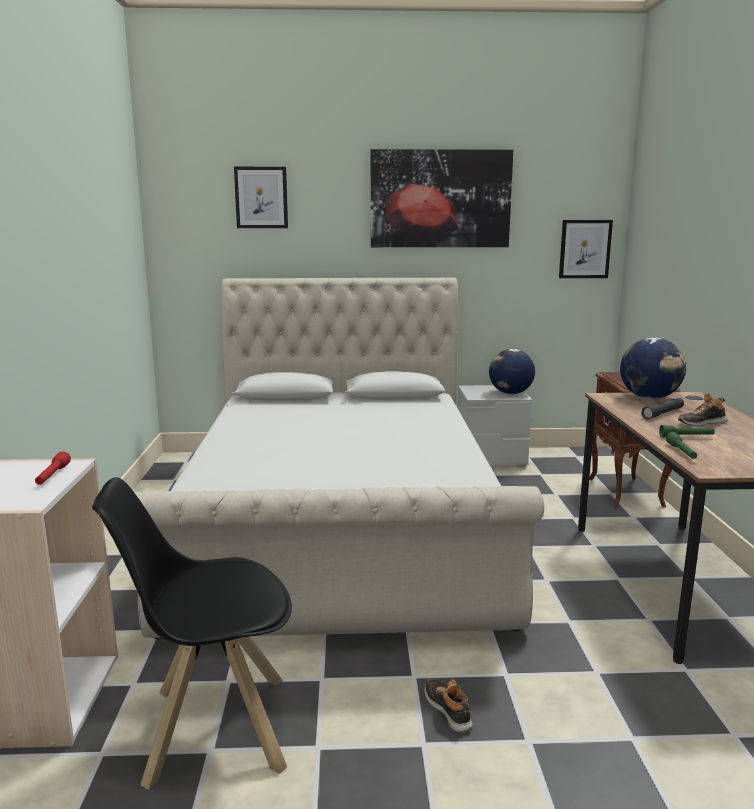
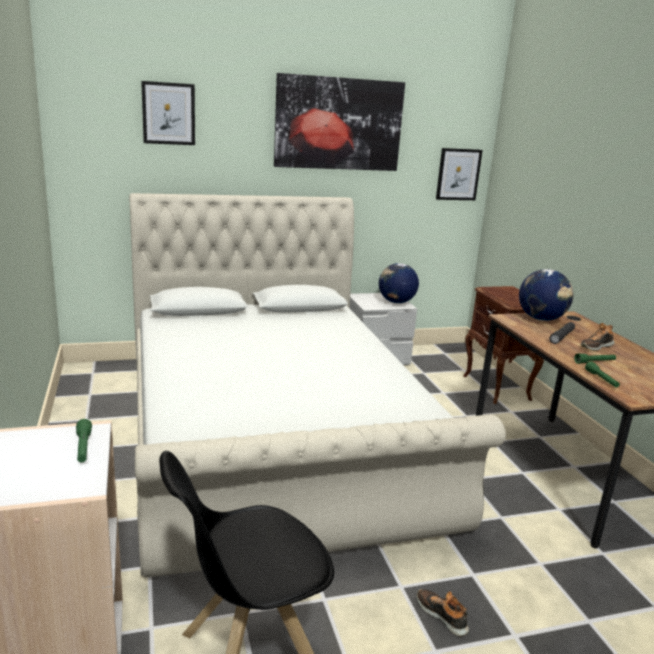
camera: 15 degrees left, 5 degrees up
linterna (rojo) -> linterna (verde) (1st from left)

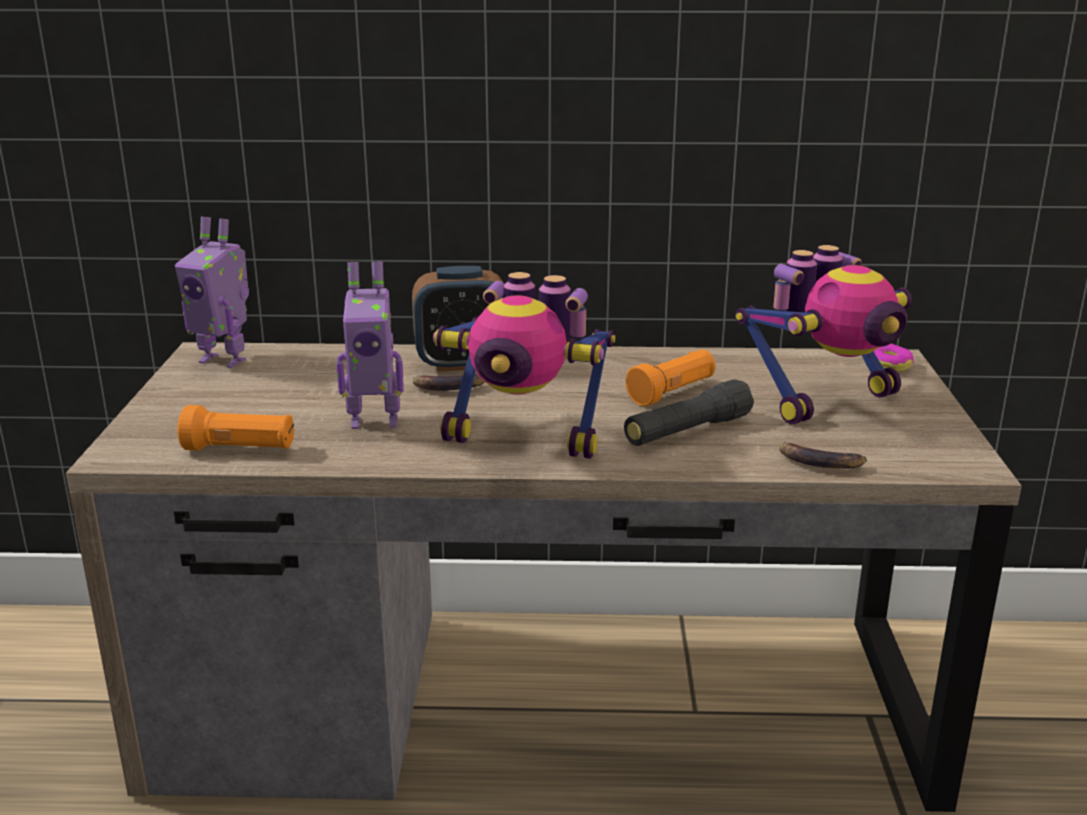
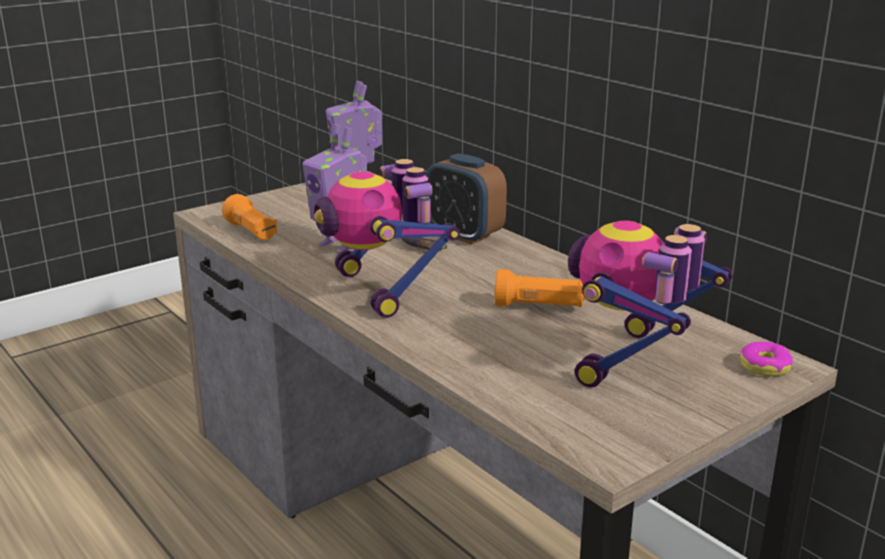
camera: 50 degrees right, 0 degrees up
linterna (negro) -> none
robot de juguete (4th from left), 105 degrees clockwise
plátano (2nd from left) -> none

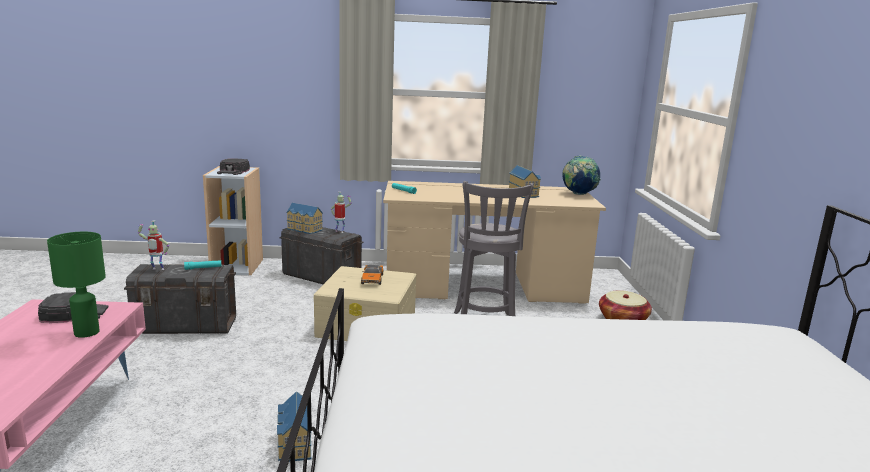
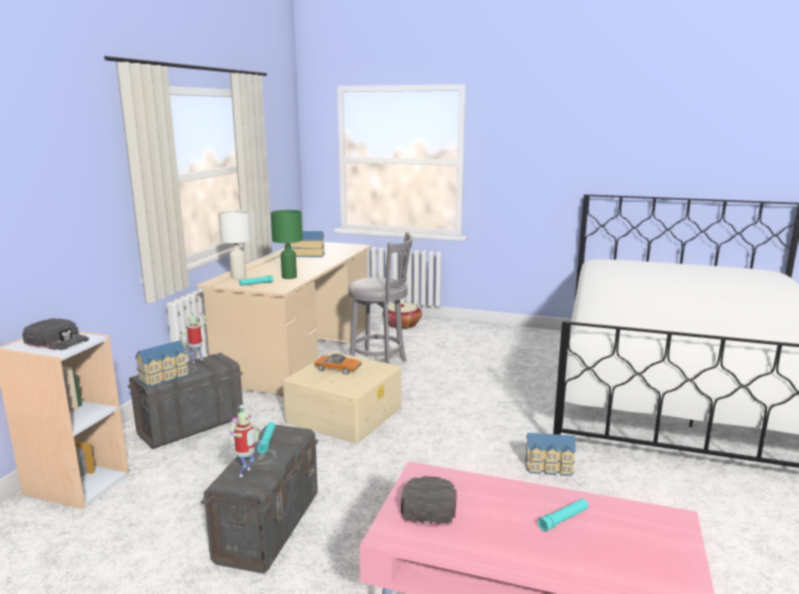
camera: 70 degrees left, 0 degrees up
lámpara de mesa (verde), move
globo terráqueo -> none
none -> lámpara de mesa (blanco)
none -> linterna (turquesa) (3rd from left)

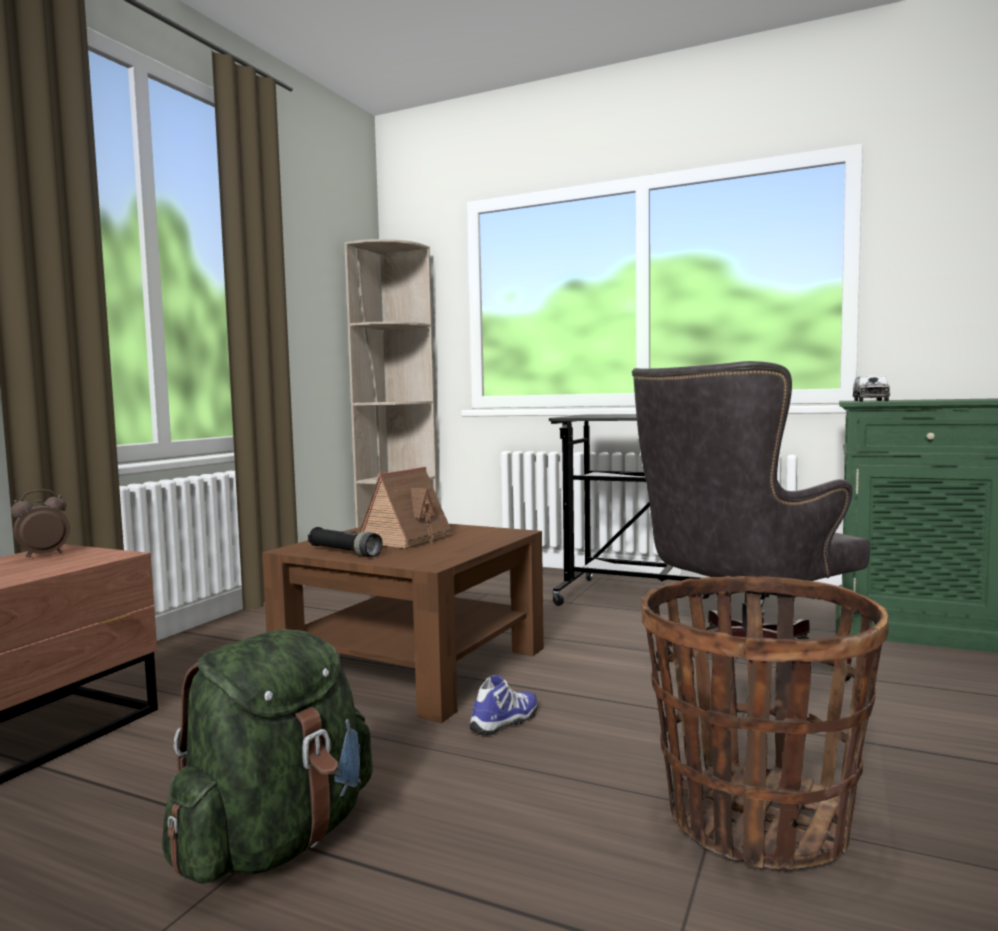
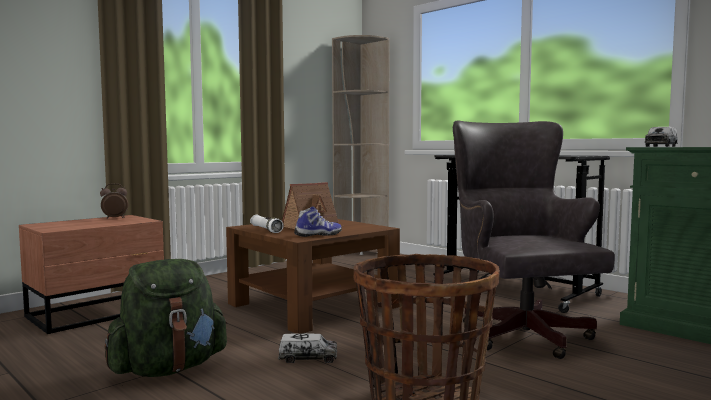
camera: 20 degrees right, 0 degrees up
linterna (negro) -> linterna (blanco)
zapato, move
silla de oficina (gris), 90 degrees clockwise
none -> camión de juguete (1st from left)

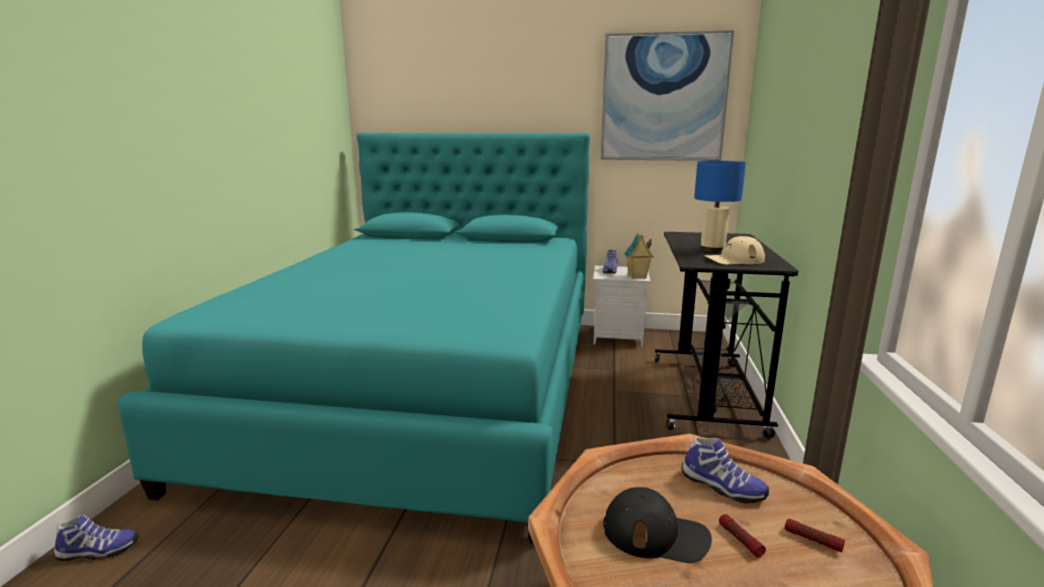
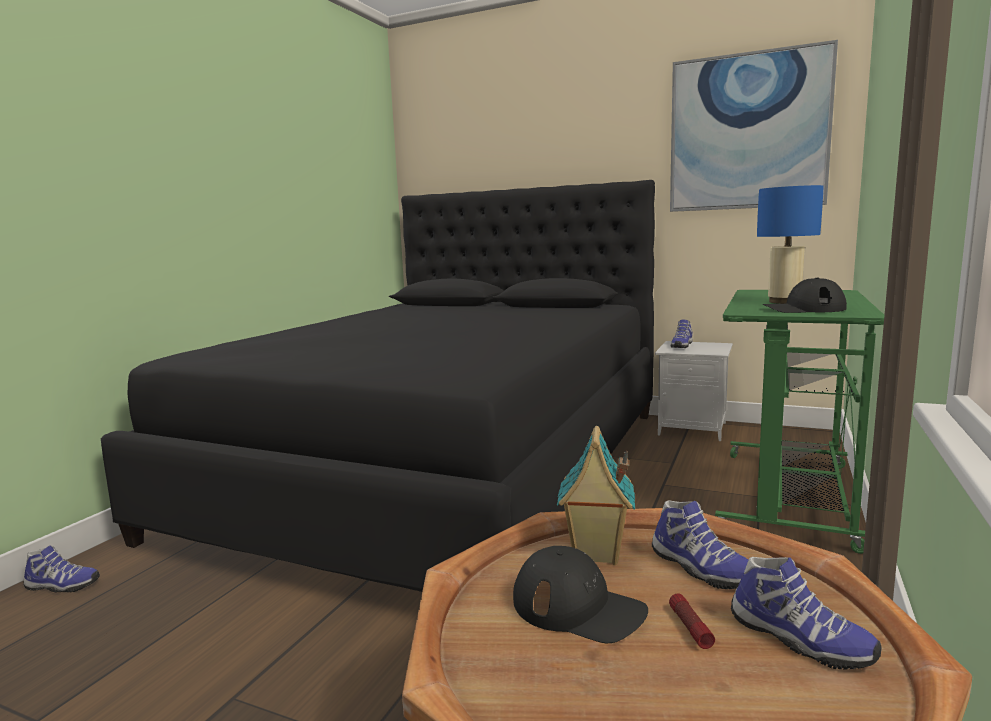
camera: 15 degrees right, 5 degrees down
cama (turquesa) -> cama (negro)
casita, move
escritorio (negro) -> escritorio (verde)
gorra (beis) -> gorra (negro) (2nd from left)
linterna (2nd from left) -> zapato (4th from left)

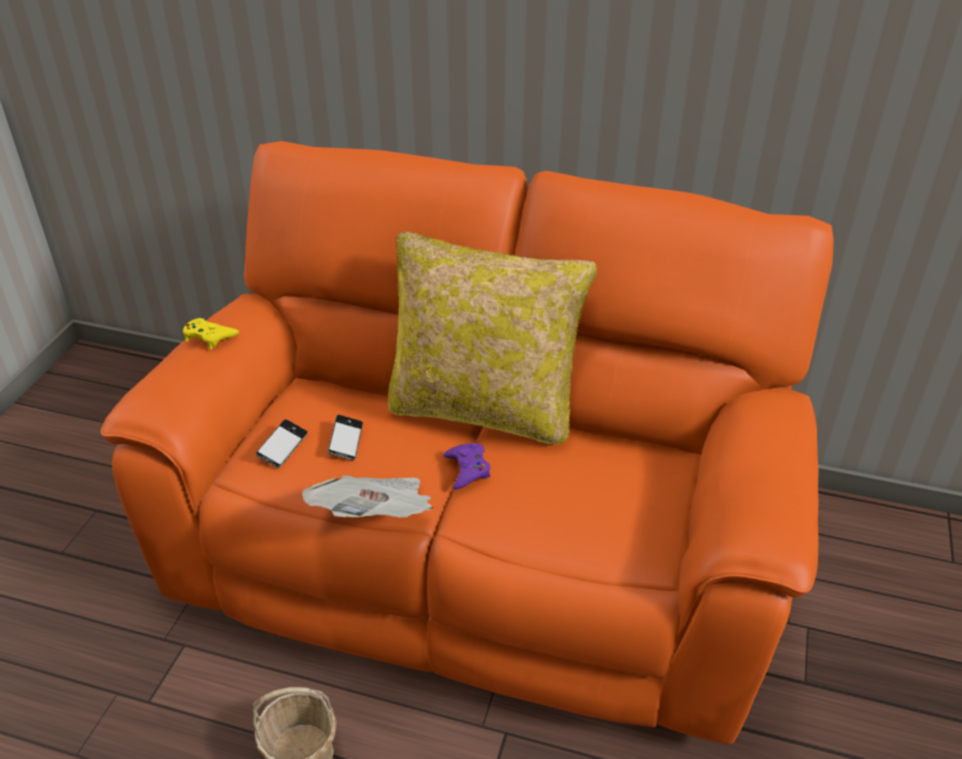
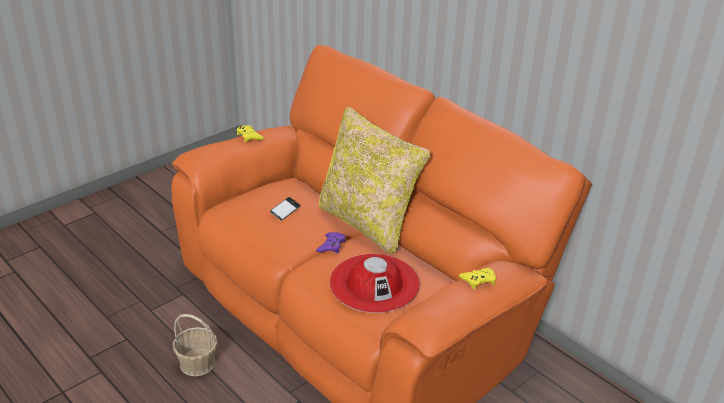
camera: 30 degrees right, 5 degrees down
móvil (1st from left) -> none
periódico -> none
none -> sombrero (rojo)
none -> mando de consola (amarillo) (2nd from left)

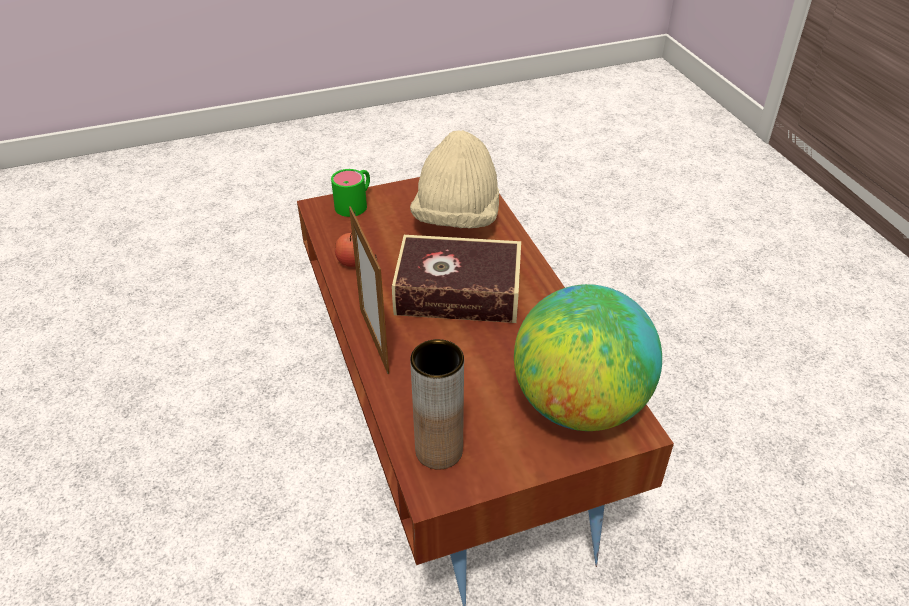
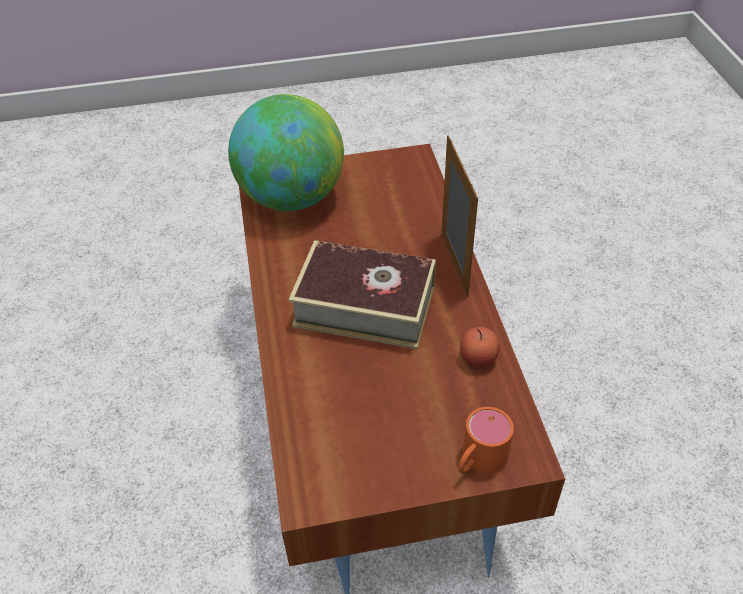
camera: 170 degrees left, 5 degrees up
taza grande (verde) -> taza grande (naranja)
sombrero (beis) -> none
florero (marrón) -> none

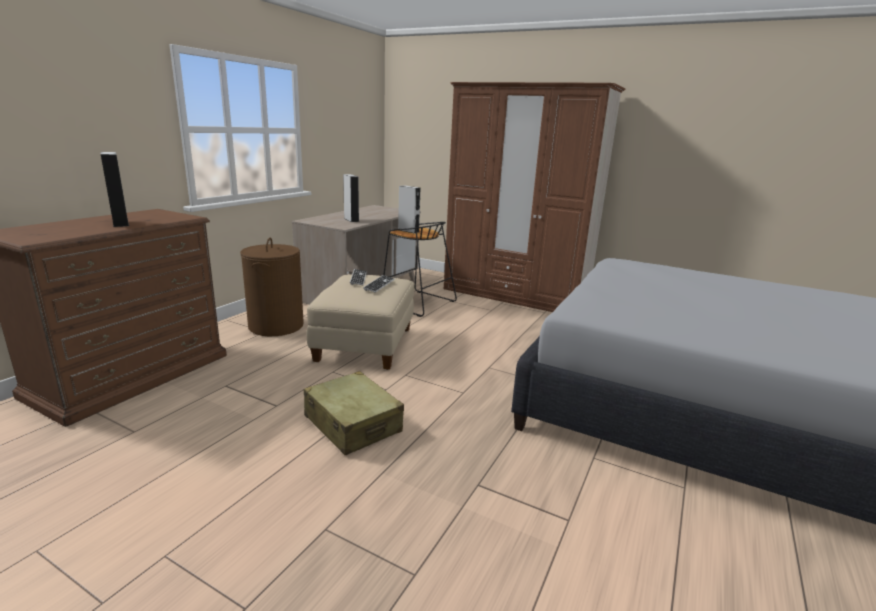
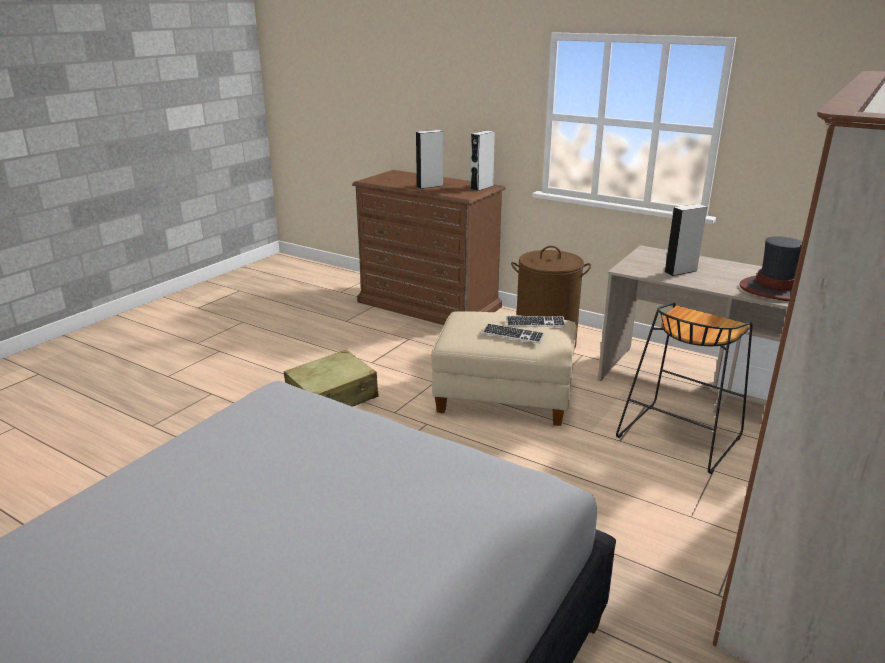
camera: 95 degrees right, 5 degrees up
altavoz (gris) (3rd from left in the first image) -> altavoz (gris) (2nd from left), move
none -> sombrero

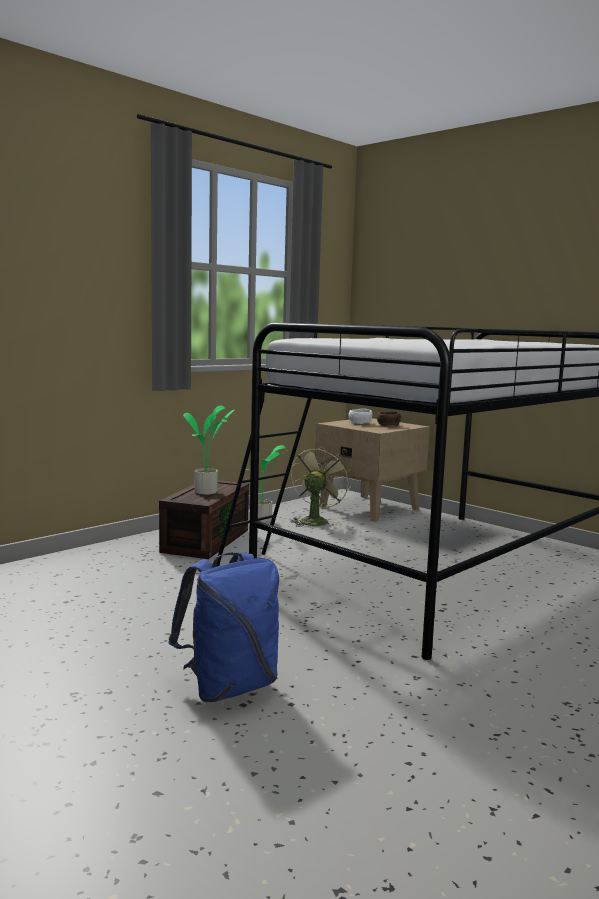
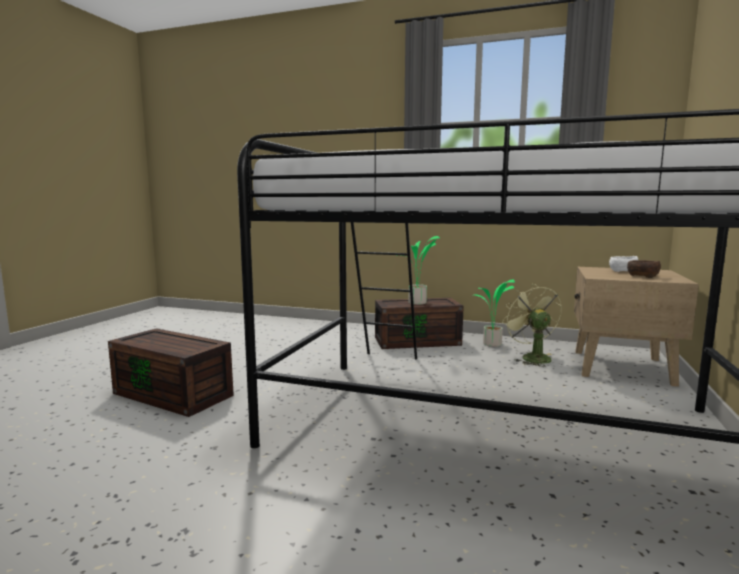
camera: 65 degrees right, 0 degrees up
mochila (azul) -> caja de almacenaje (marrón) (1st from left)
ventilador (verde), 105 degrees counterclockwise

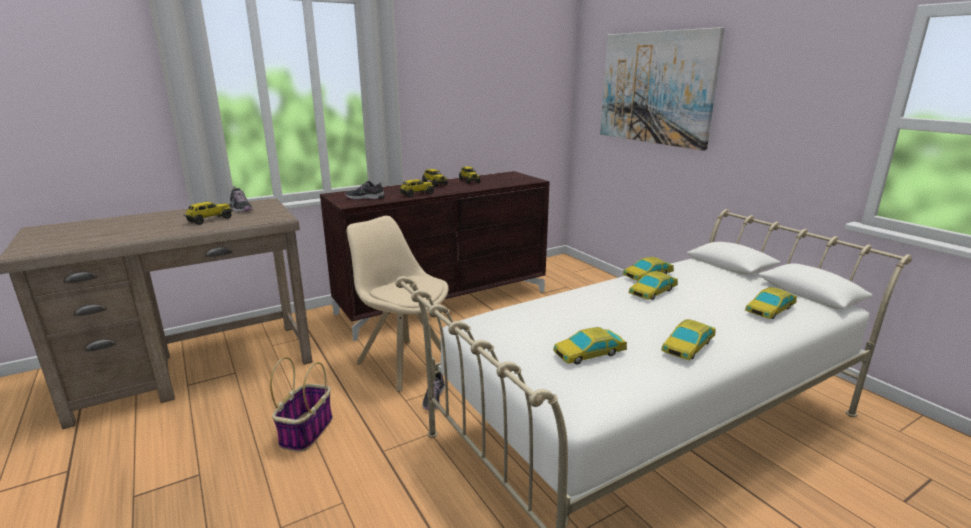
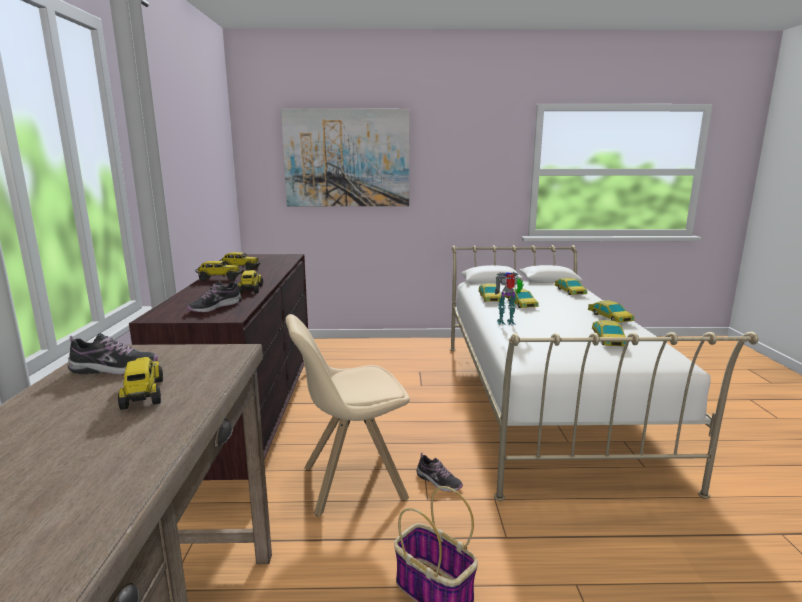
camera: 60 degrees left, 5 degrees down
none -> robot de juguete

